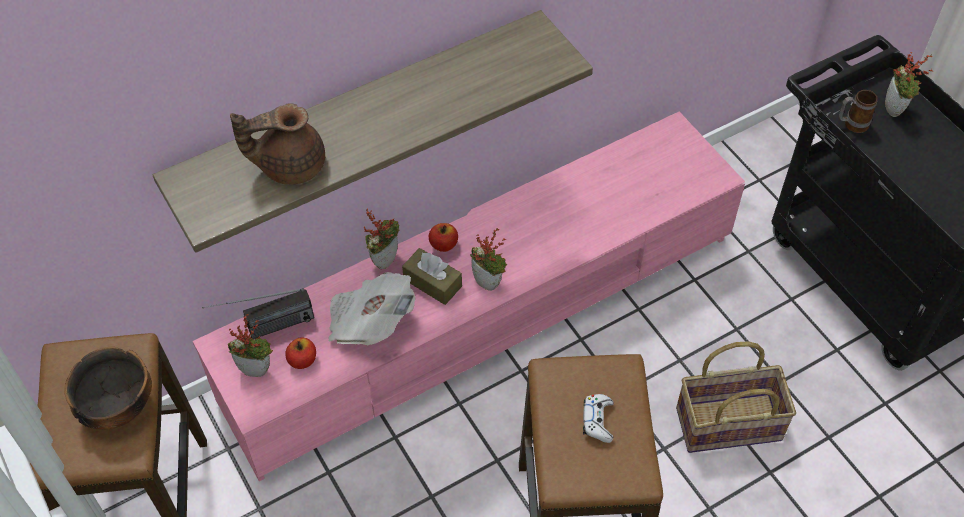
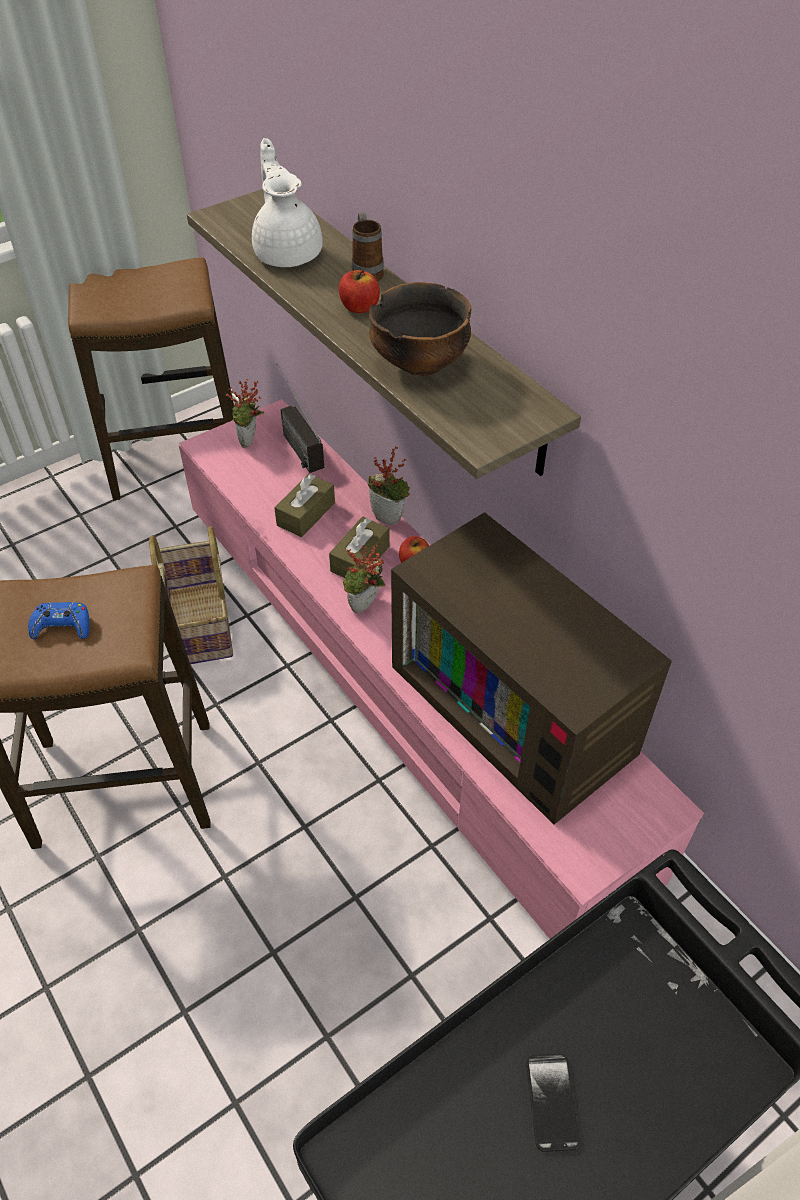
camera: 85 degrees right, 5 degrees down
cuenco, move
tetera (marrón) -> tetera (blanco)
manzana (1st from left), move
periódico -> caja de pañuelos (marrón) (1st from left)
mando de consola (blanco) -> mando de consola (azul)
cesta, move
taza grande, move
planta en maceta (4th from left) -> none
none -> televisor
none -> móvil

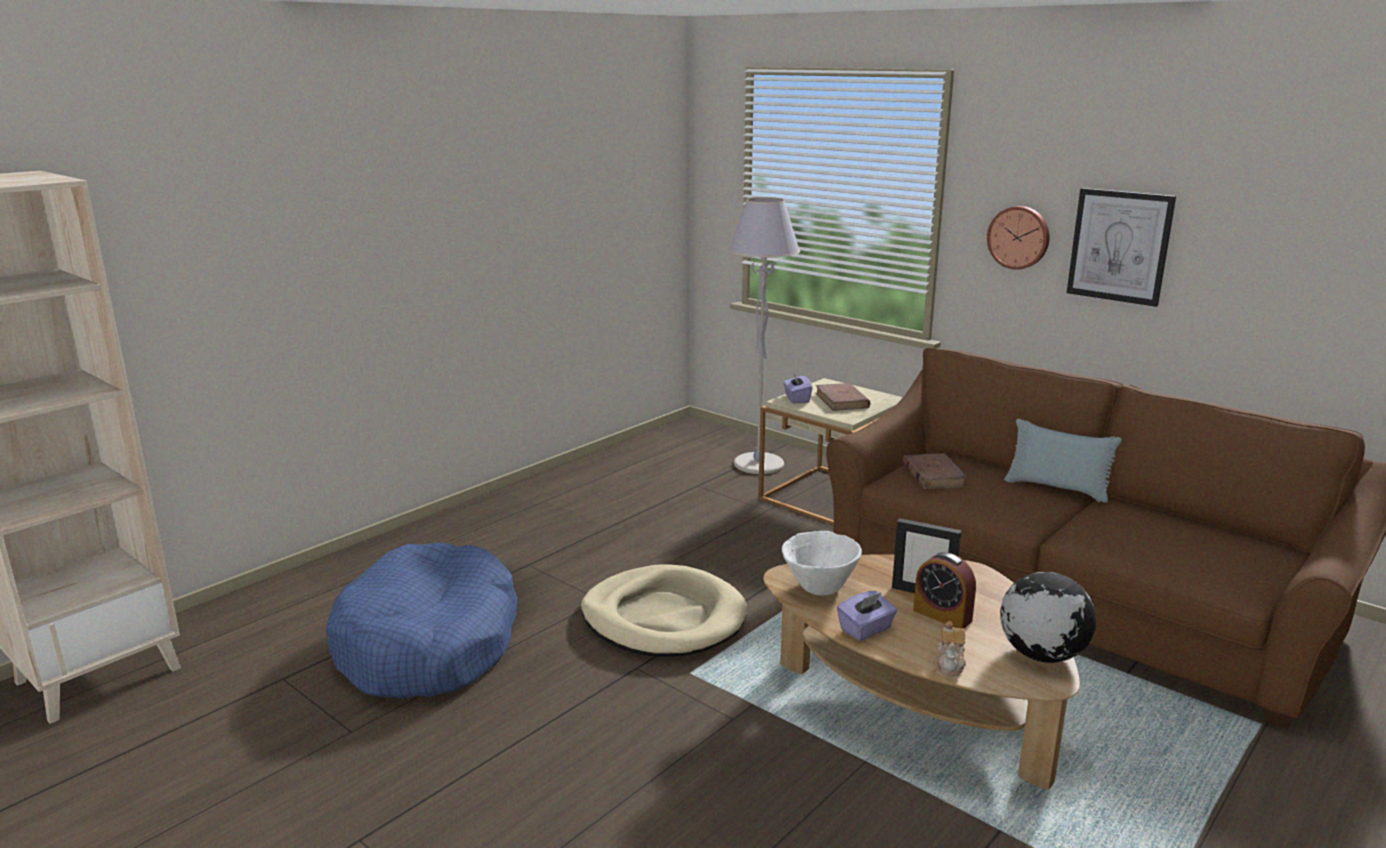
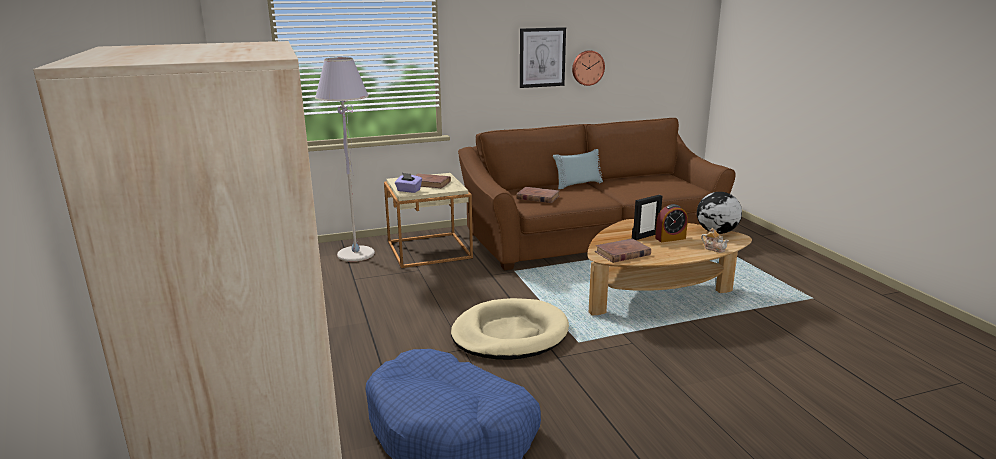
camera: 60 degrees left, 0 degrees up
cuenco (blanco) -> libro (marrón) (3rd from left)
caja de pañuelos (morado) (2nd from left) -> none
reloj de pared, move

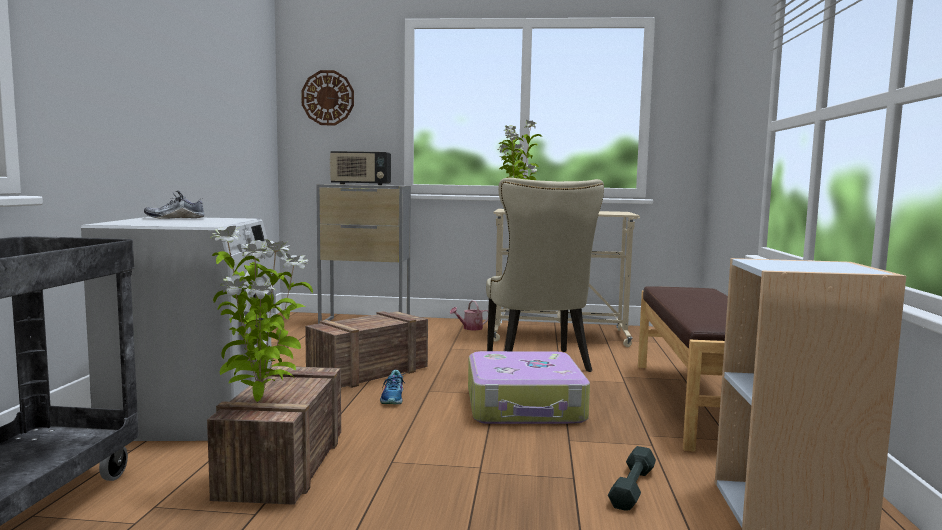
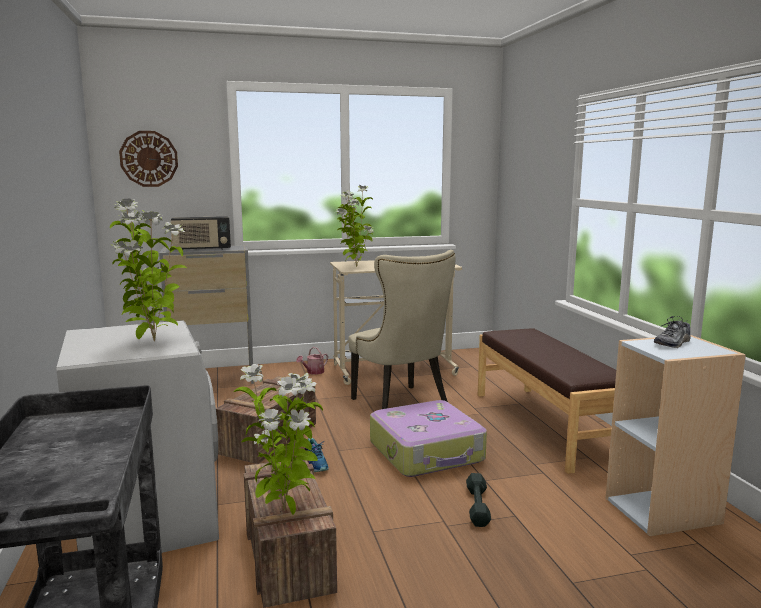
camera: 20 degrees left, 5 degrees up
zapato (1st from left in the first image) -> zapato (2nd from left), move
mancuerna (gris), move
none -> planta en maceta (1st from left)

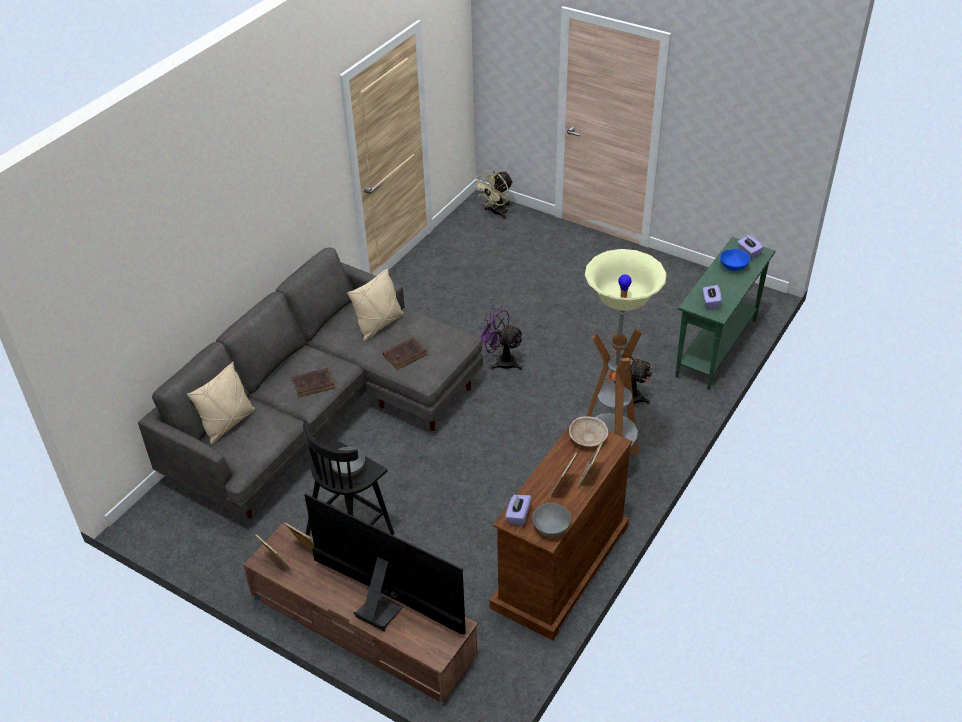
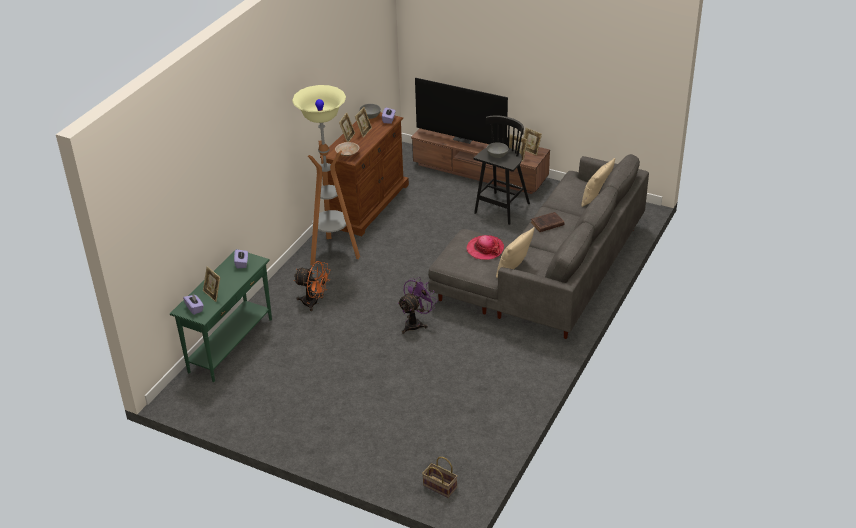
camera: 175 degrees right, 5 degrees down
libro (marrón) (2nd from left) -> sombrero
ventilador (beis) -> cesta
ventilador (morado), 75 degrees counterclockwise
cuenco (azul) -> portarretratos (1st from left)

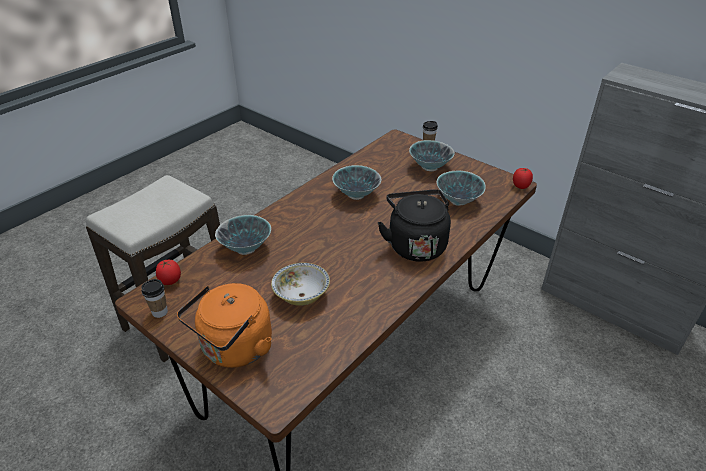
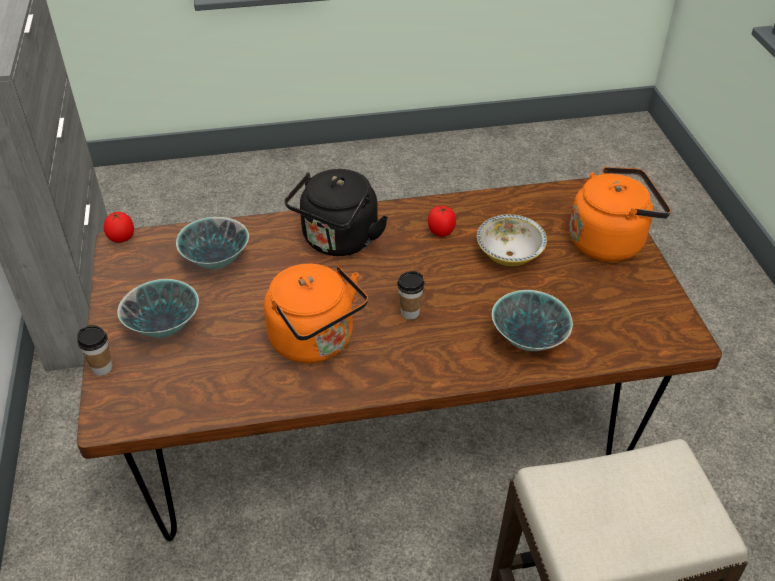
camera: 140 degrees left, 5 degrees up
taza (1st from left in the first image) -> taza (2nd from left), move
tomate (1st from left in the first image) -> tomate (2nd from left), move
cuenco (3rd from left) -> hervidor (naranja) (1st from left)

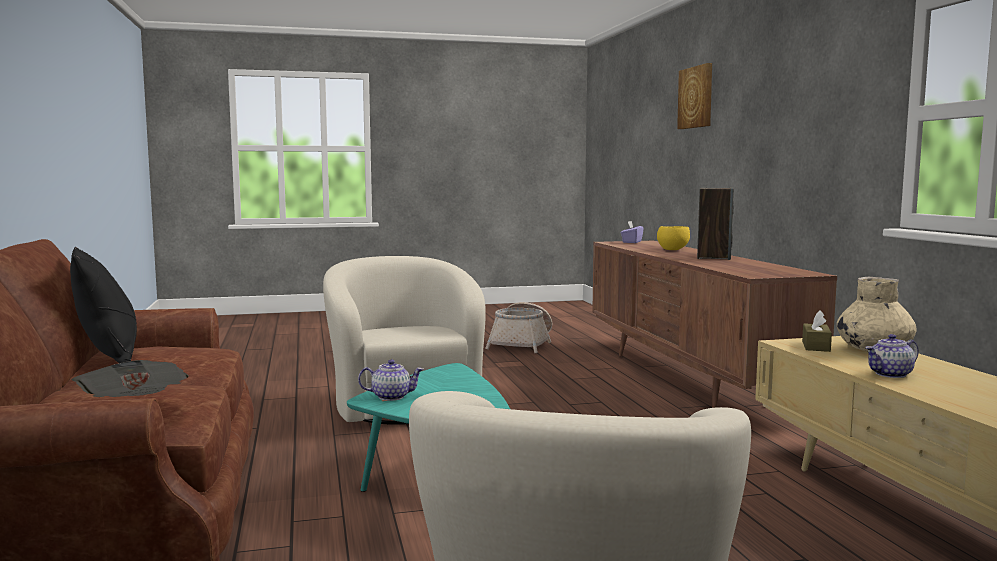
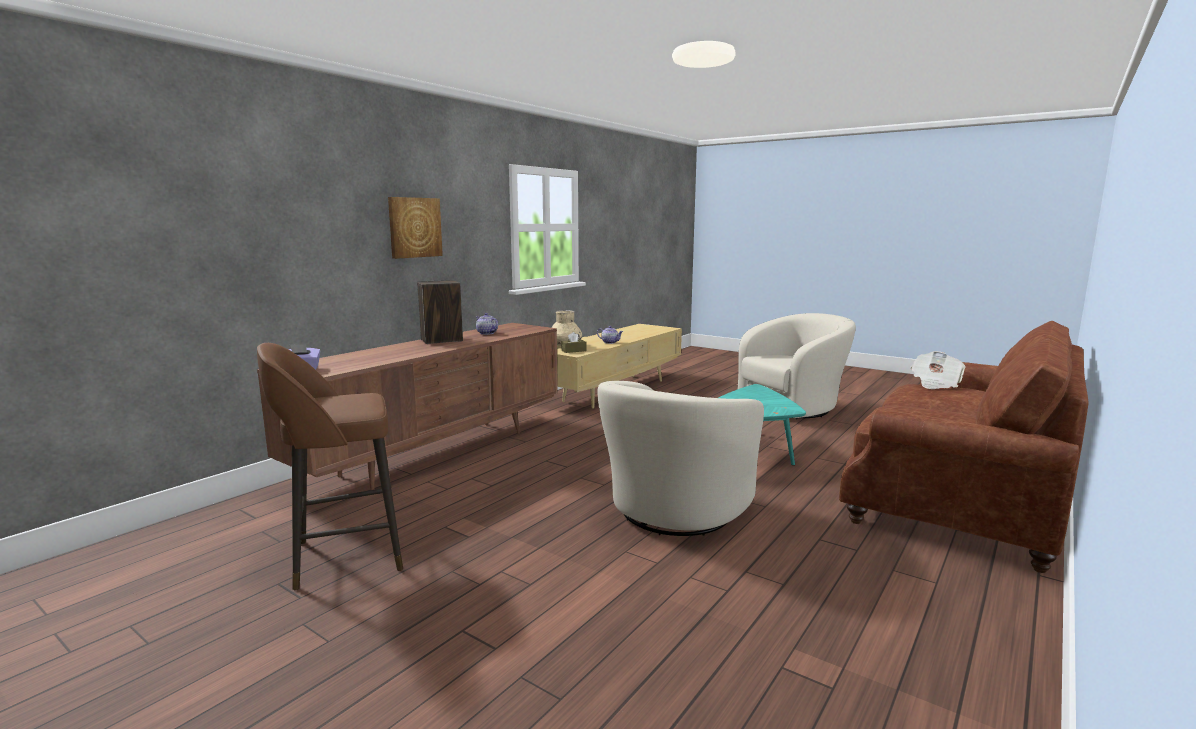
camera: 130 degrees left, 5 degrees up
cojín (negro) -> none
tetera (1st from left), move
cesta -> taburete (marrón)
cuenco (amarillo) -> none
cuadro, move

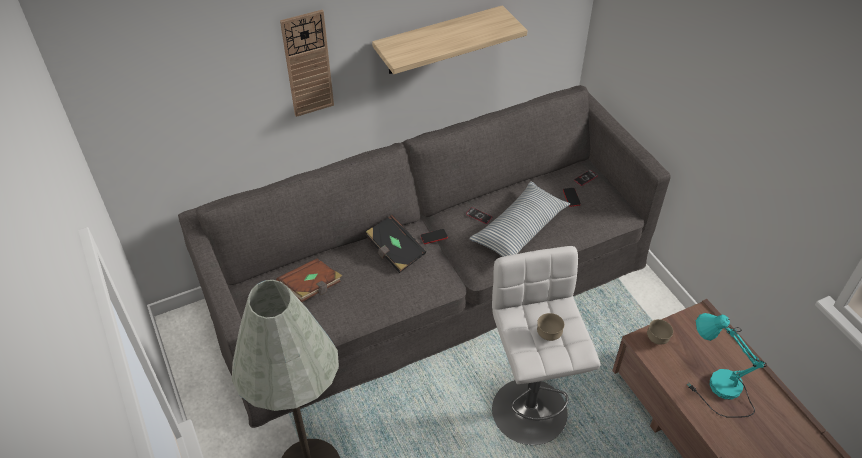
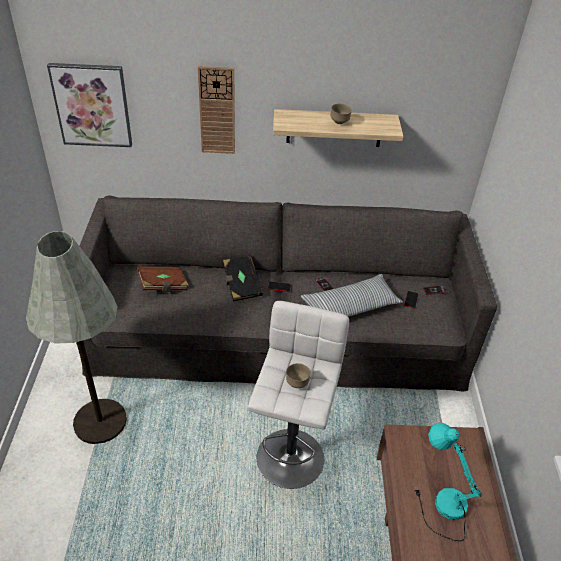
camera: 25 degrees right, 5 degrees down
cuenco (marrón) (2nd from left), move
none -> cuadro

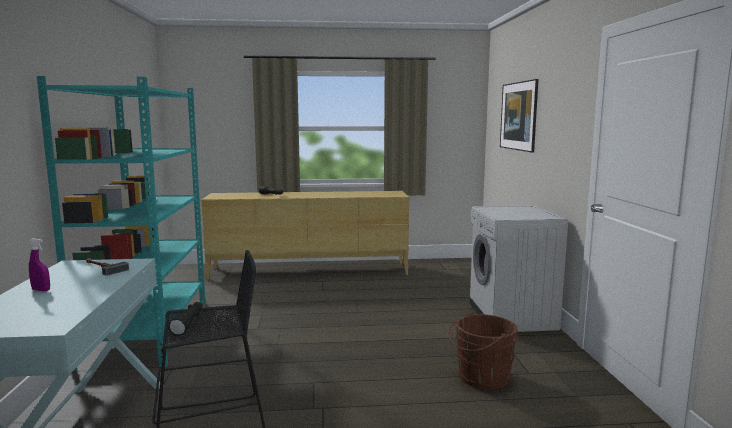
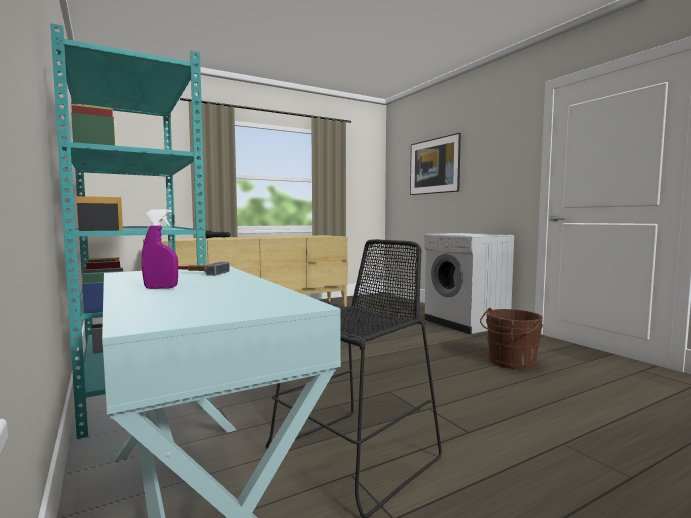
camera: 25 degrees left, 5 degrees down
linterna (negro) (1st from left) -> none

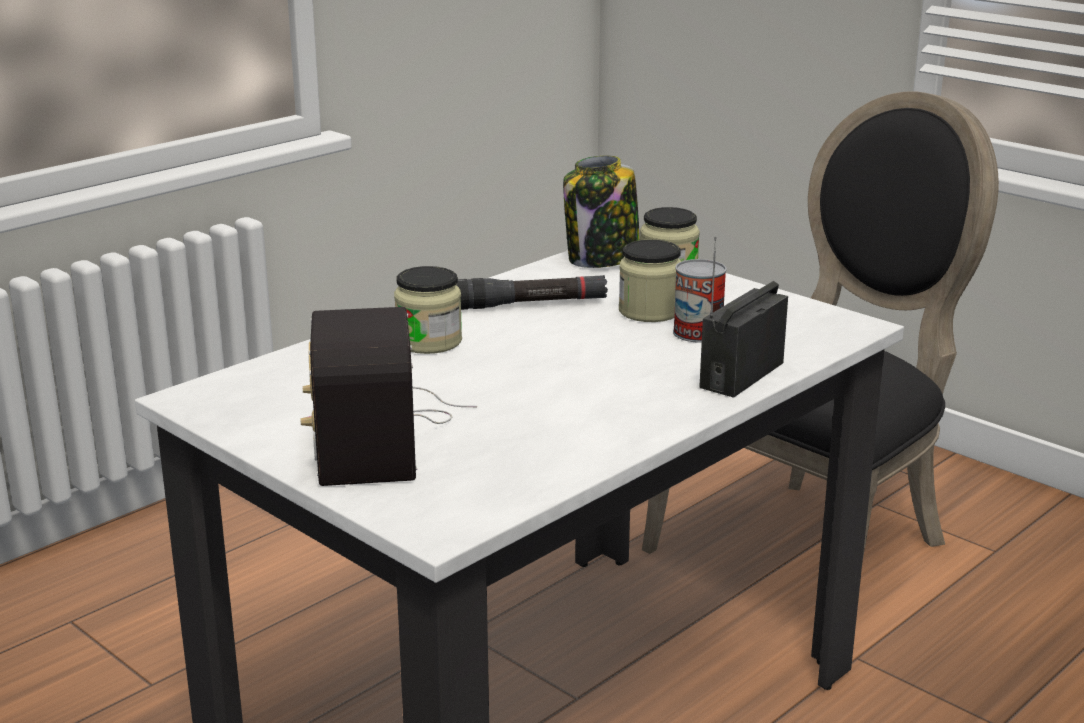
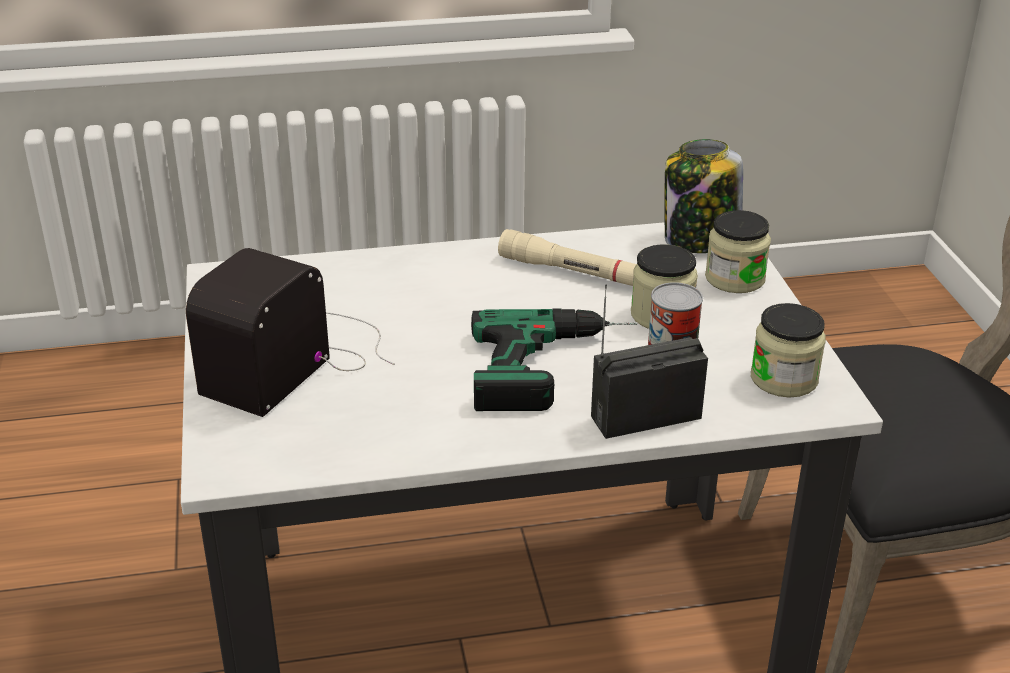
camera: 35 degrees right, 10 degrees up
tarro (1st from left in the first image) -> tarro (4th from left), move
linterna (negro) -> linterna (beis)
none -> taladro

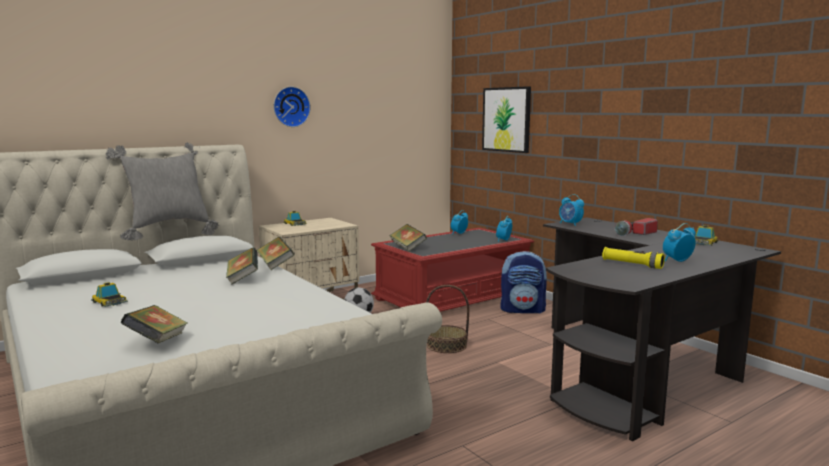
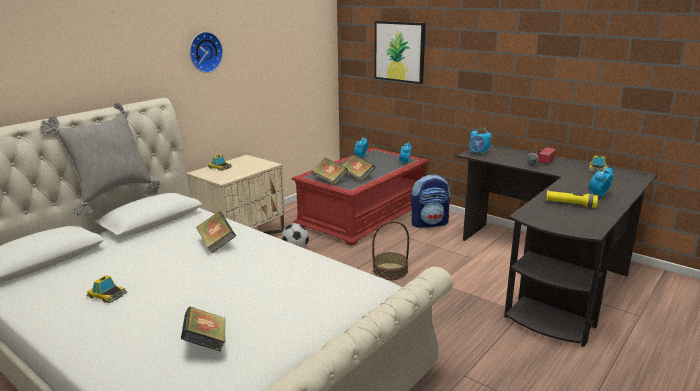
camera: 15 degrees left, 10 degrees up
libro (3rd from left in the first image) -> libro (4th from left), move

